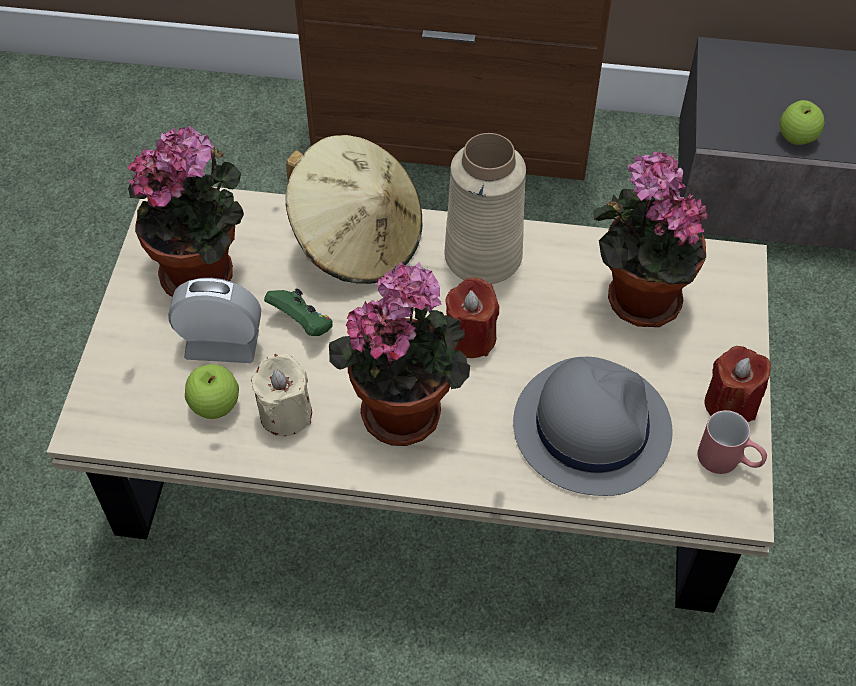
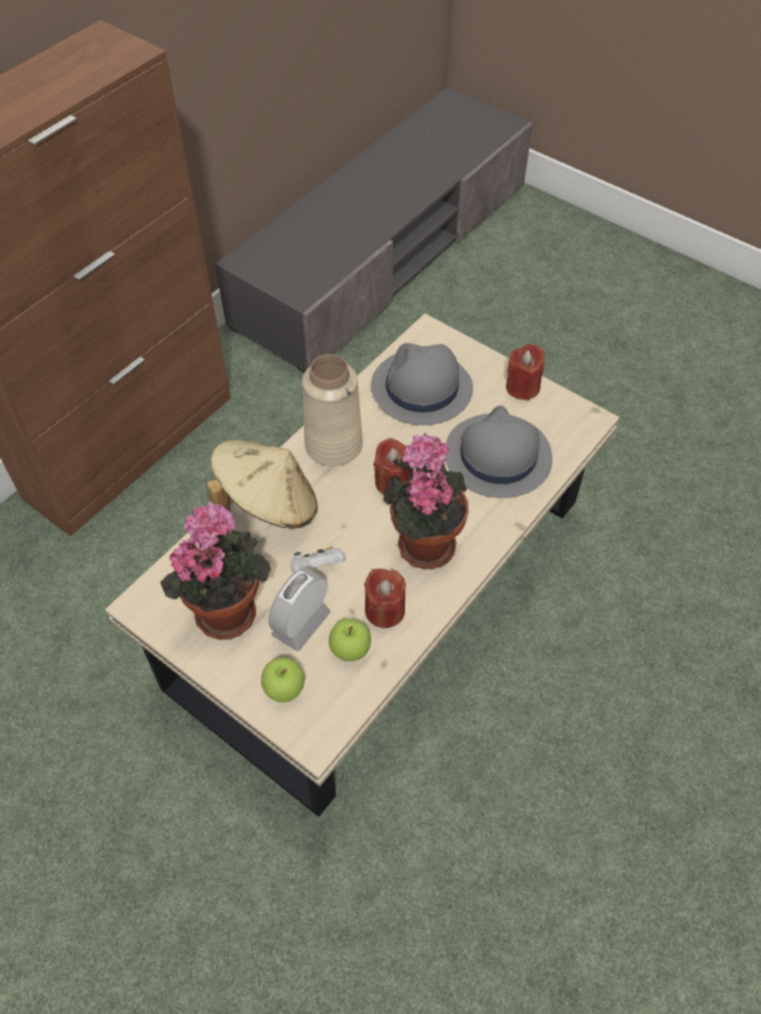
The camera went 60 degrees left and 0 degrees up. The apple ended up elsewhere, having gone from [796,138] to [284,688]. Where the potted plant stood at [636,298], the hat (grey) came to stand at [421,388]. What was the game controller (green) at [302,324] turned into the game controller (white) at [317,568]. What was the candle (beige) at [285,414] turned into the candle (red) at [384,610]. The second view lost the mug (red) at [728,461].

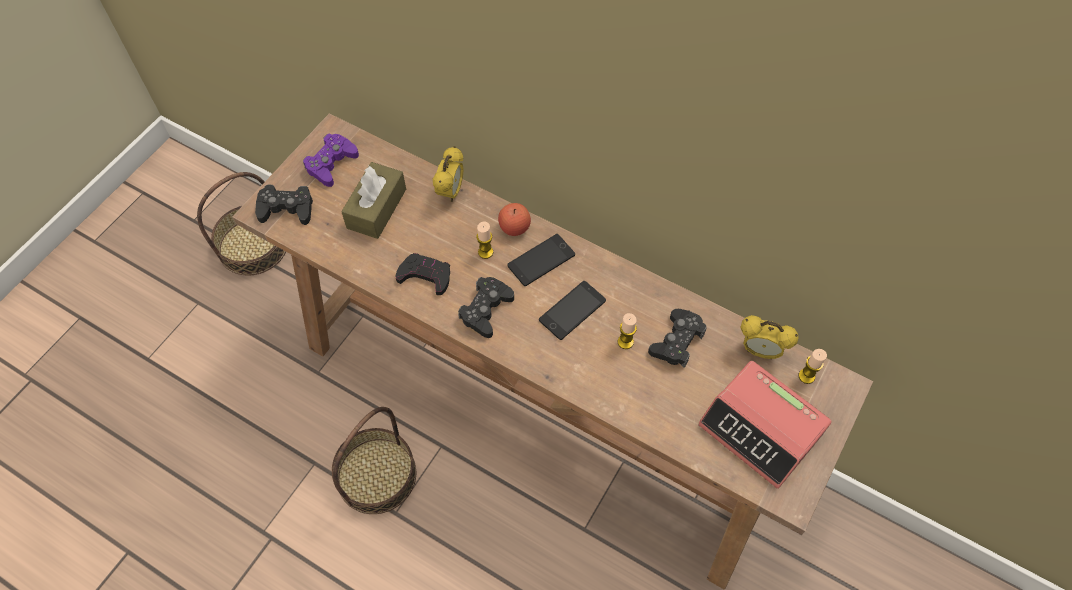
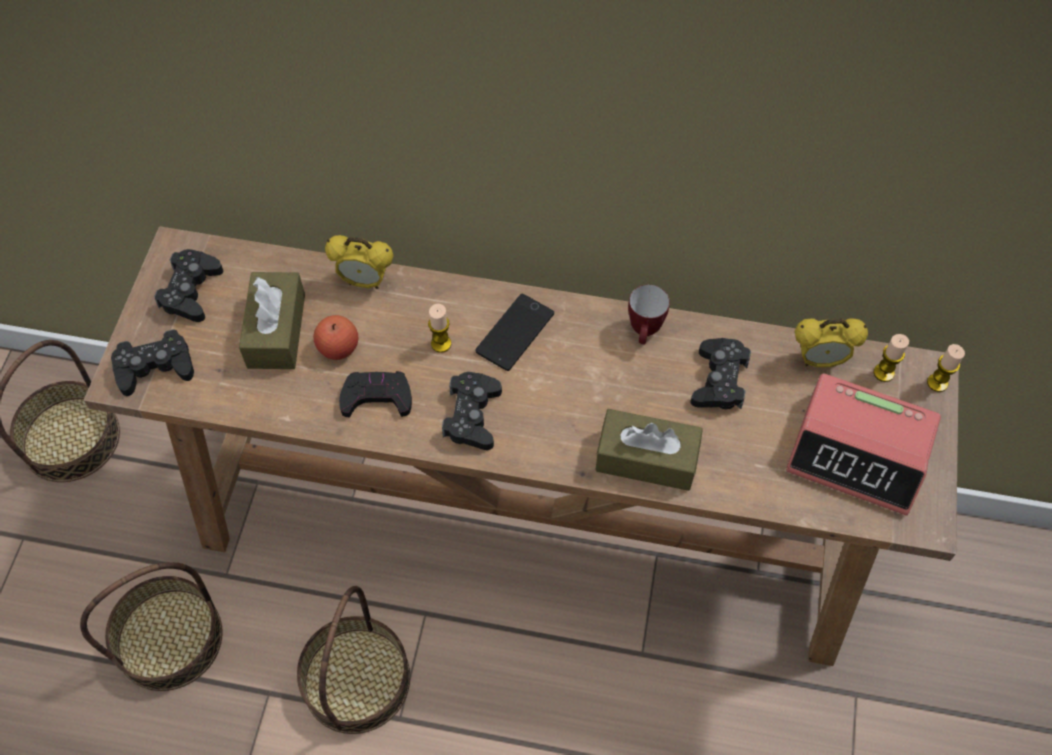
The camera went 20 degrees left and 0 degrees up. What was the game controller (purple) at [331,164] turned into the game controller (black) at [191,291]. The alarm clock at [451,192] ended up facing another way, 105 degrees clockwise from before. The apple ended up elsewhere, having gone from [514,227] to [338,348]. The second view lost the phone at [572,310]. The candle ended up elsewhere, having gone from [625,342] to [937,383]. The second view gained the mug at [644,333]. The second view gained the tissue box (brown) at [646,459]. The second view gained the basket at [169,638].

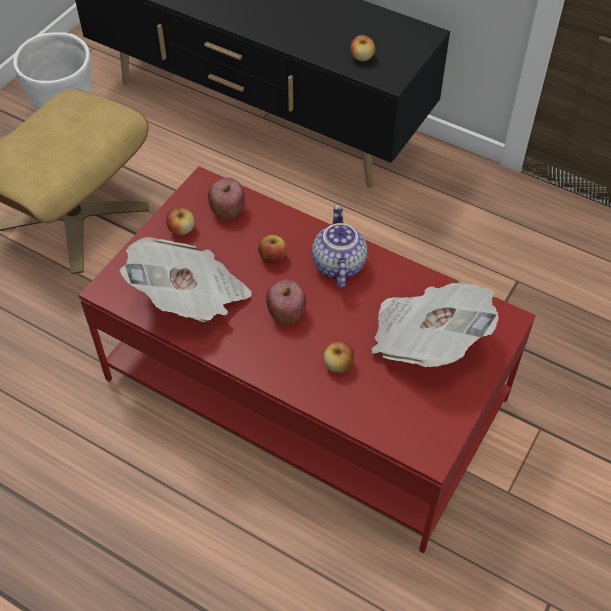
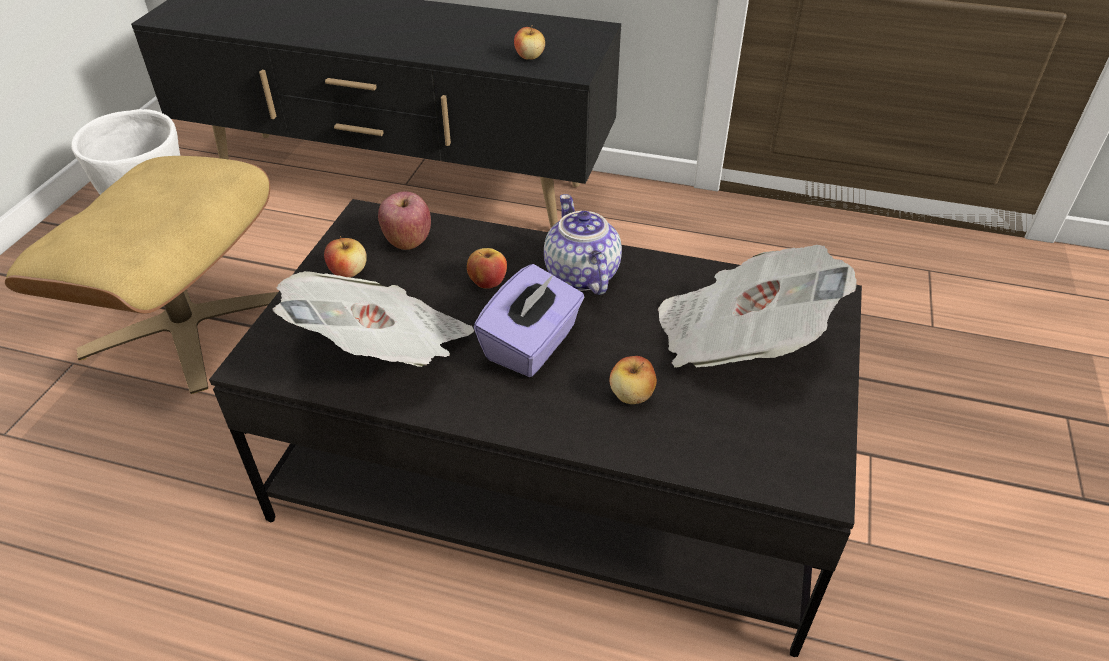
The camera went 15 degrees left and 10 degrees down. What was the coffee table (red) at [304,390] turned into the coffee table (black) at [553,474]. Where the apple stood at [286,313], the tissue box (purple) came to stand at [532,345].

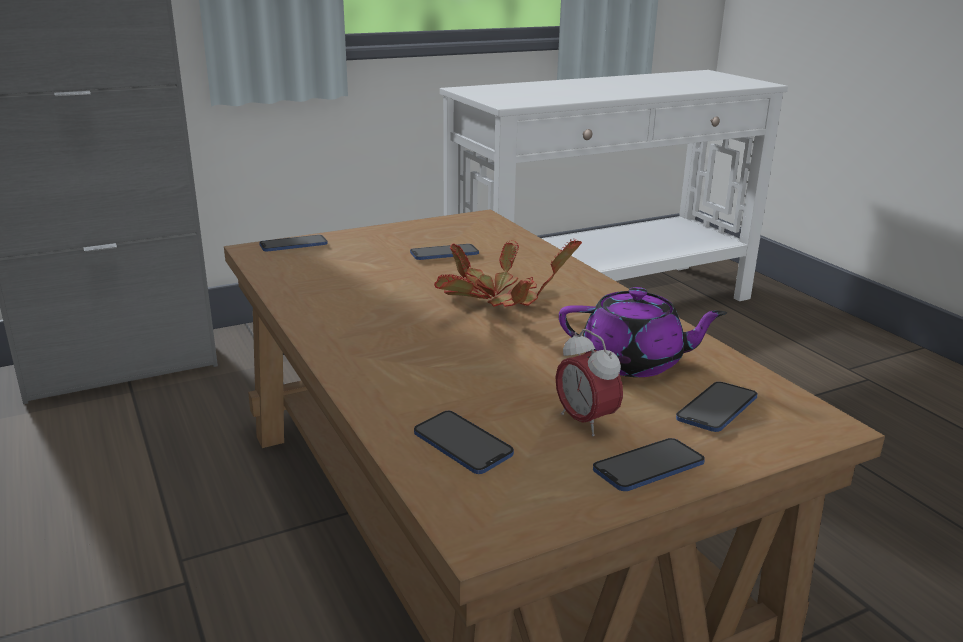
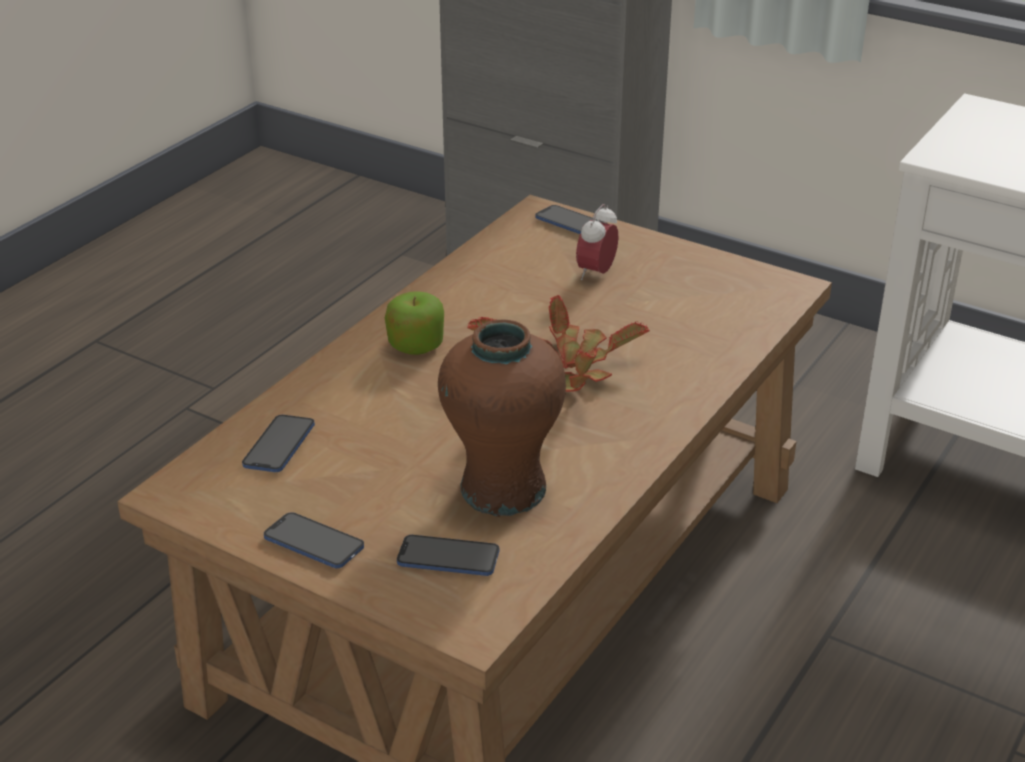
The camera went 60 degrees right and 10 degrees up. The second view lost the phone at [444,254]. Where the teapot (purple) stood at [634,362], the vase (brown) came to stand at [502,489]. The alarm clock ended up elsewhere, having gone from [585,422] to [596,273]. The second view gained the apple at [416,345].

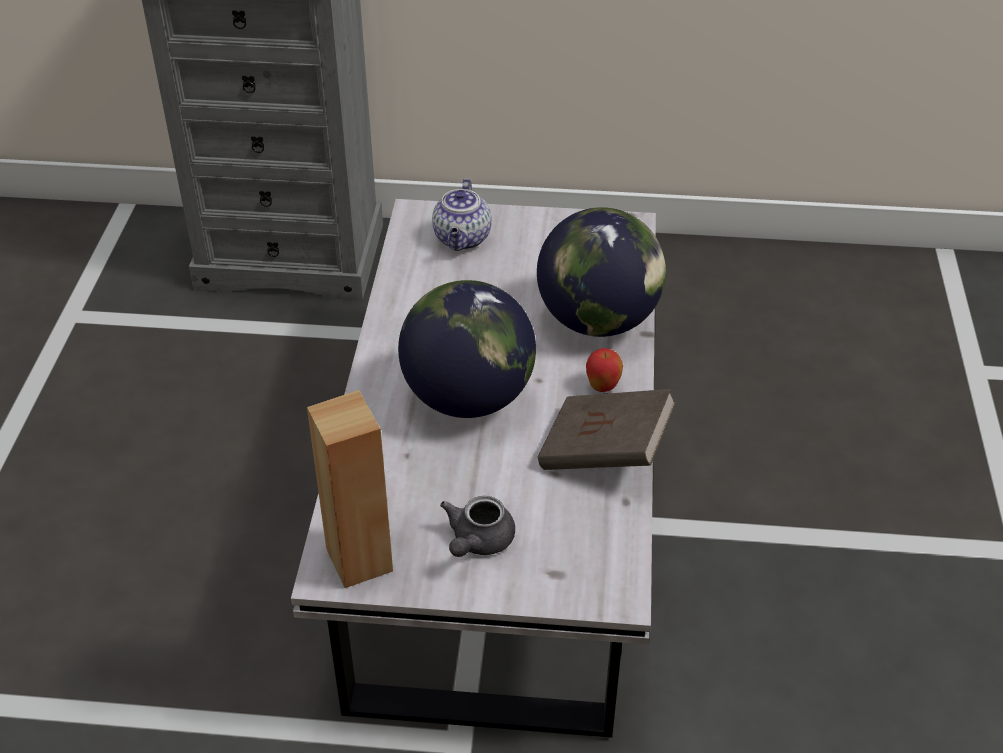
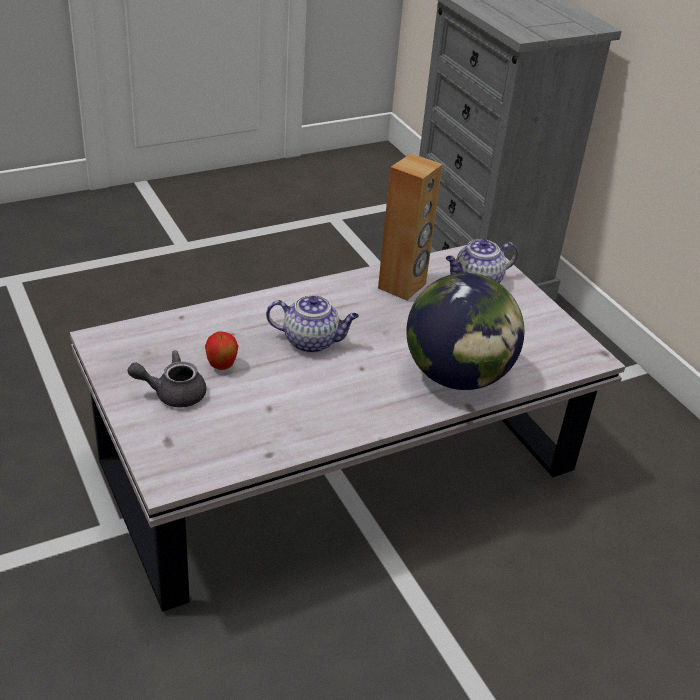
The camera went 55 degrees right and 5 degrees down. Where the globe stood at [468,398], the teapot came to stand at [312,341]. The apple ended up elsewhere, having gone from [603,387] to [221,366]. The second view lost the book (brown) at [604,453]. The speaker (brown) ended up elsewhere, having gone from [360,559] to [402,286].

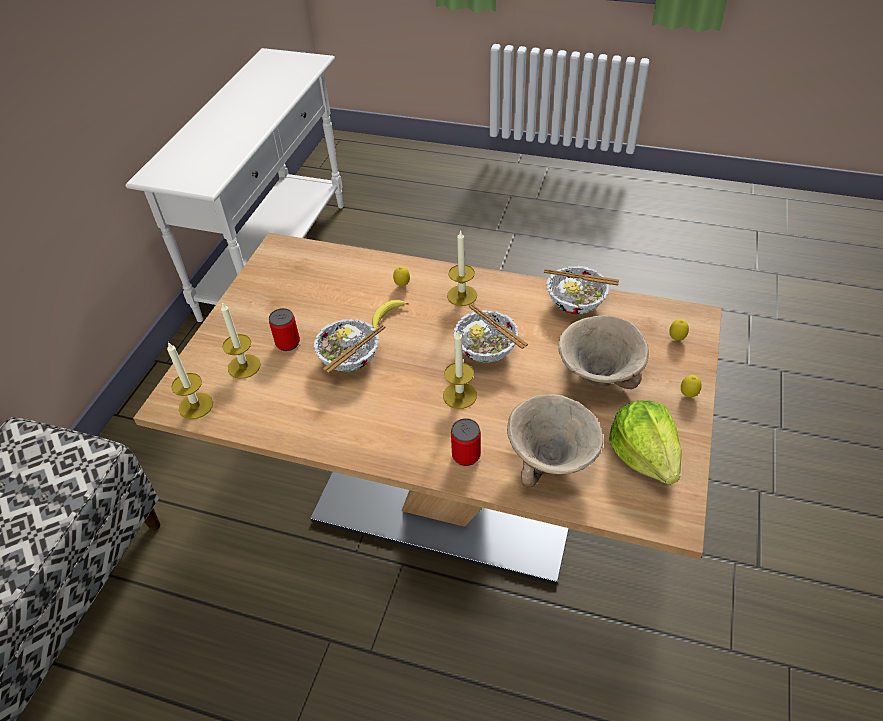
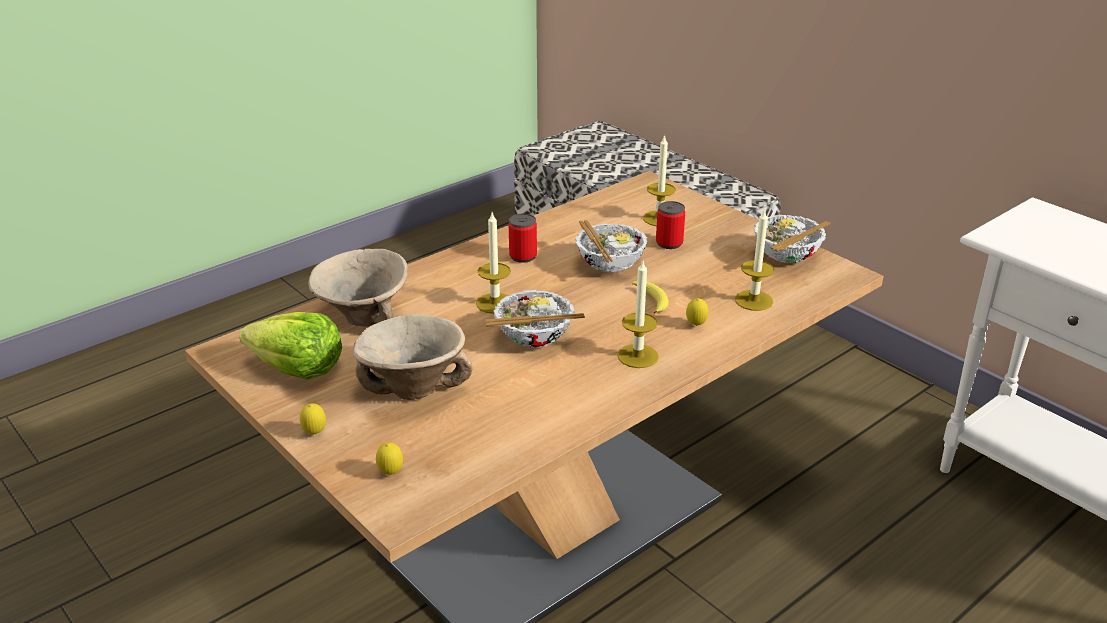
The camera went 120 degrees right and 15 degrees down. The bowl ended up elsewhere, having gone from [575,304] to [787,256]. The candle ended up elsewhere, having gone from [196,405] to [753,300]. The can ended up elsewhere, having gone from [466,455] to [523,256].

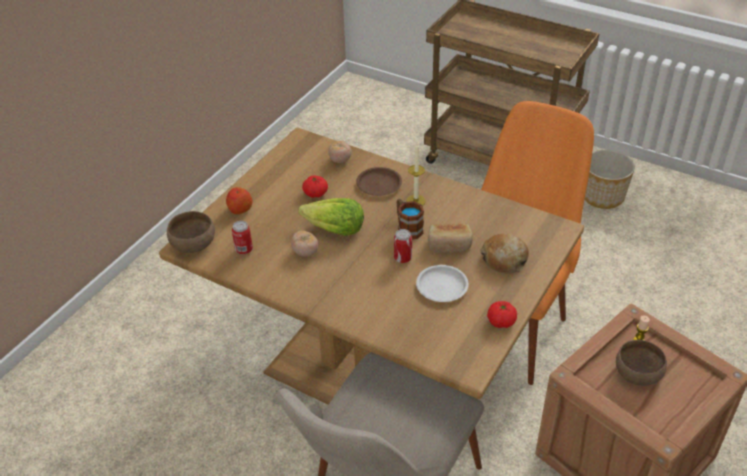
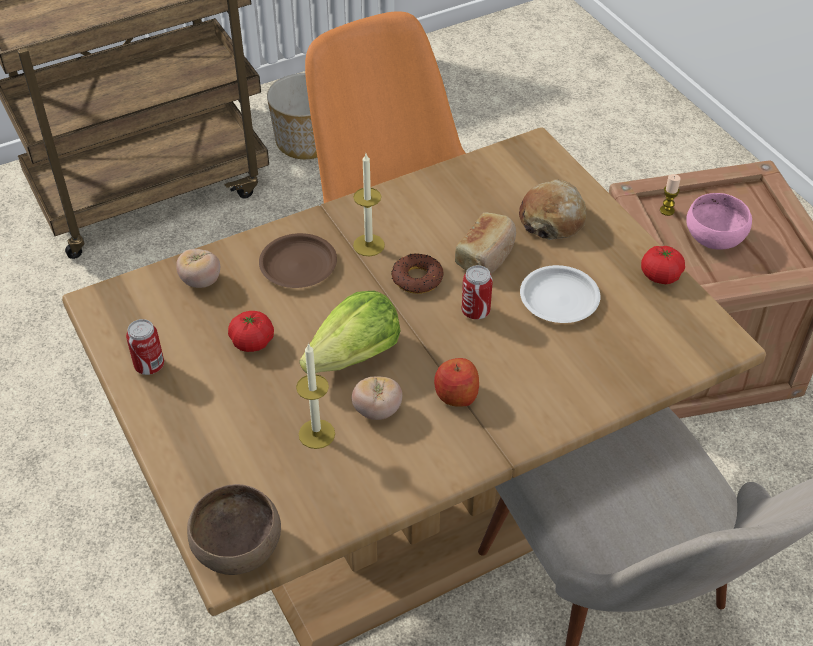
The camera went 60 degrees left and 5 degrees up. The apple ended up elsewhere, having gone from [240,209] to [456,395]. Where the mug stood at [407,228], the donut came to stand at [417,278]. The can ended up elsewhere, having gone from [244,250] to [149,366]. What was the bowl (brown) at [637,373] turned into the bowl (pink) at [712,237]. The second view gained the candle at [316,434].

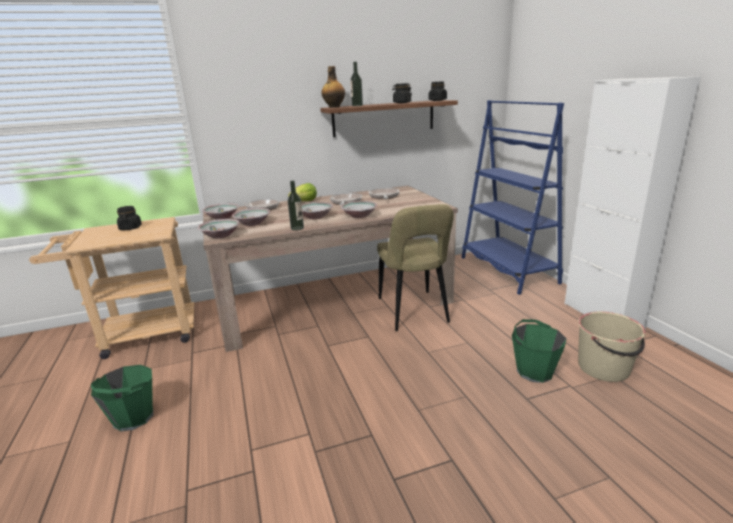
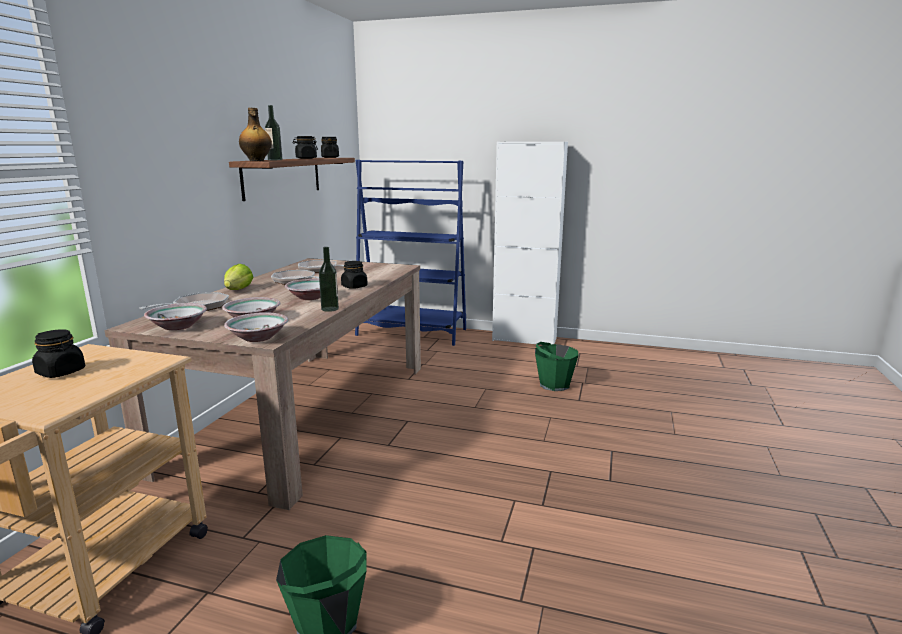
The camera went 55 degrees left and 5 degrees down. Where the bowl stood at [359,215], the jar (black) came to stand at [354,286]. The second view lost the chair (beige) at [413,312]. The second view lost the bucket (beige) at [604,368].

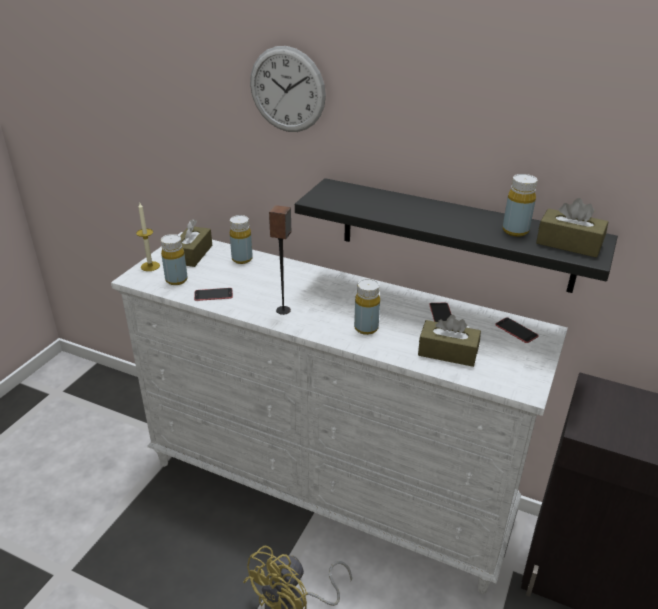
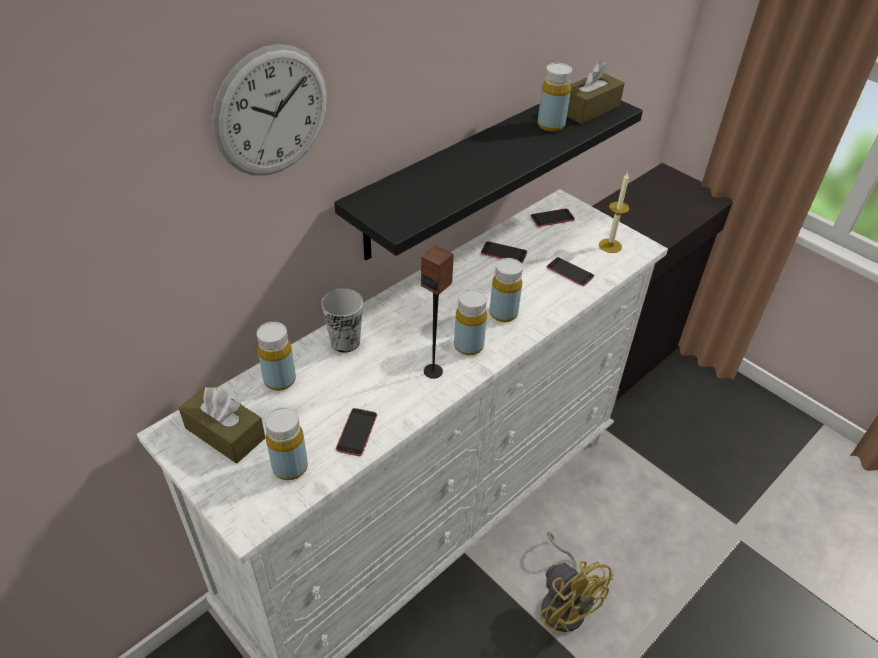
The camera went 70 degrees left and 10 degrees up. The candle ended up elsewhere, having gone from [150,266] to [610,245]. Where the tissue box (brown) stood at [448,352], the phone came to stand at [570,272]. The second view gained the cup at [345,342]. The second view gained the bottle (yellow) at [468,346].

